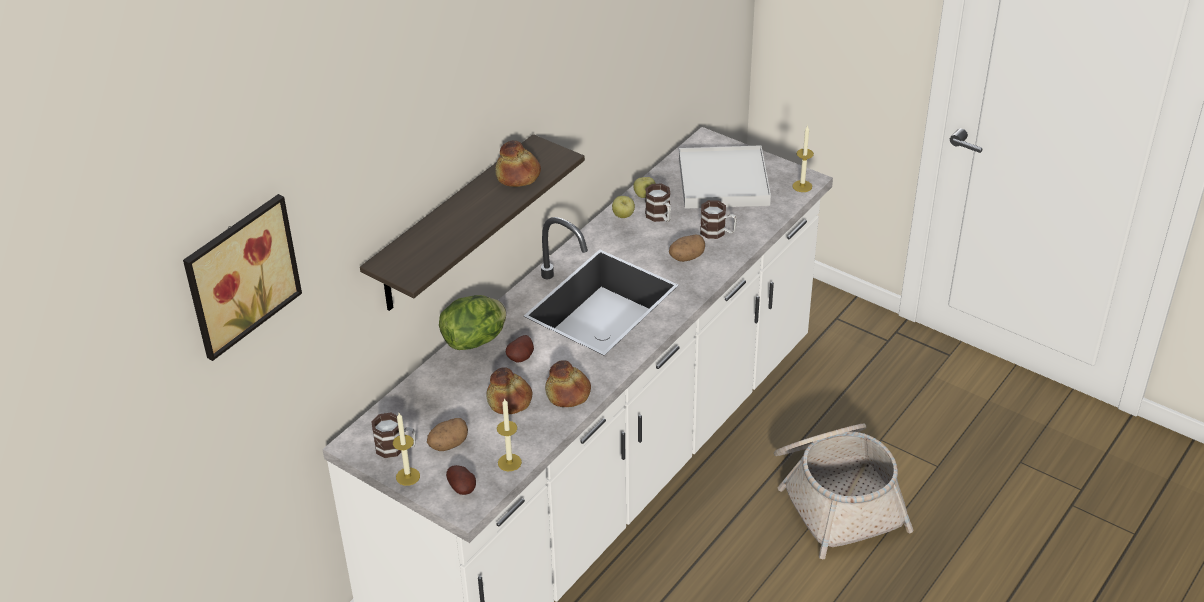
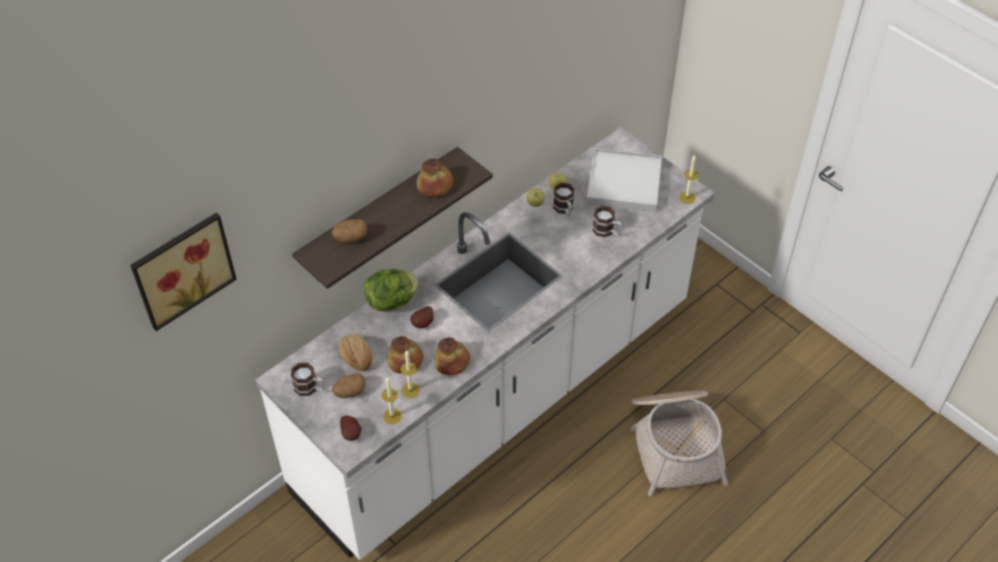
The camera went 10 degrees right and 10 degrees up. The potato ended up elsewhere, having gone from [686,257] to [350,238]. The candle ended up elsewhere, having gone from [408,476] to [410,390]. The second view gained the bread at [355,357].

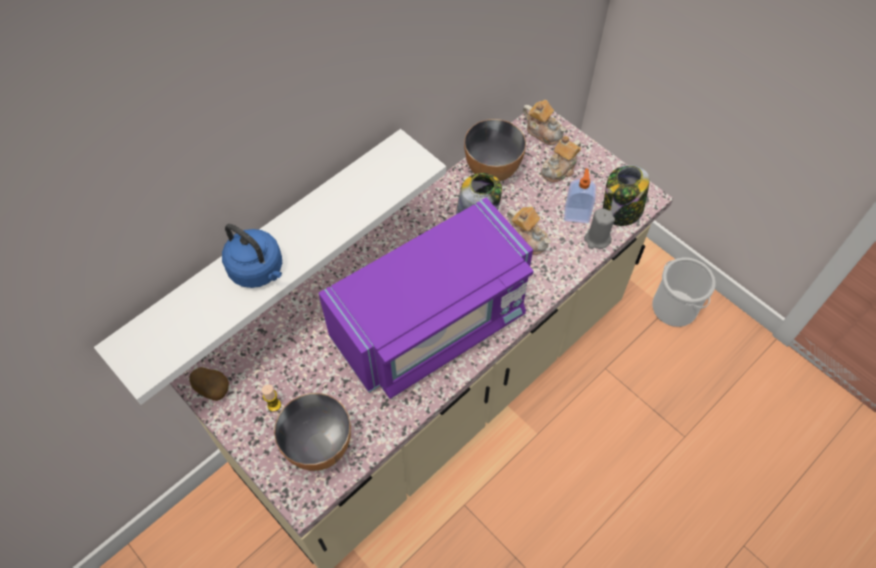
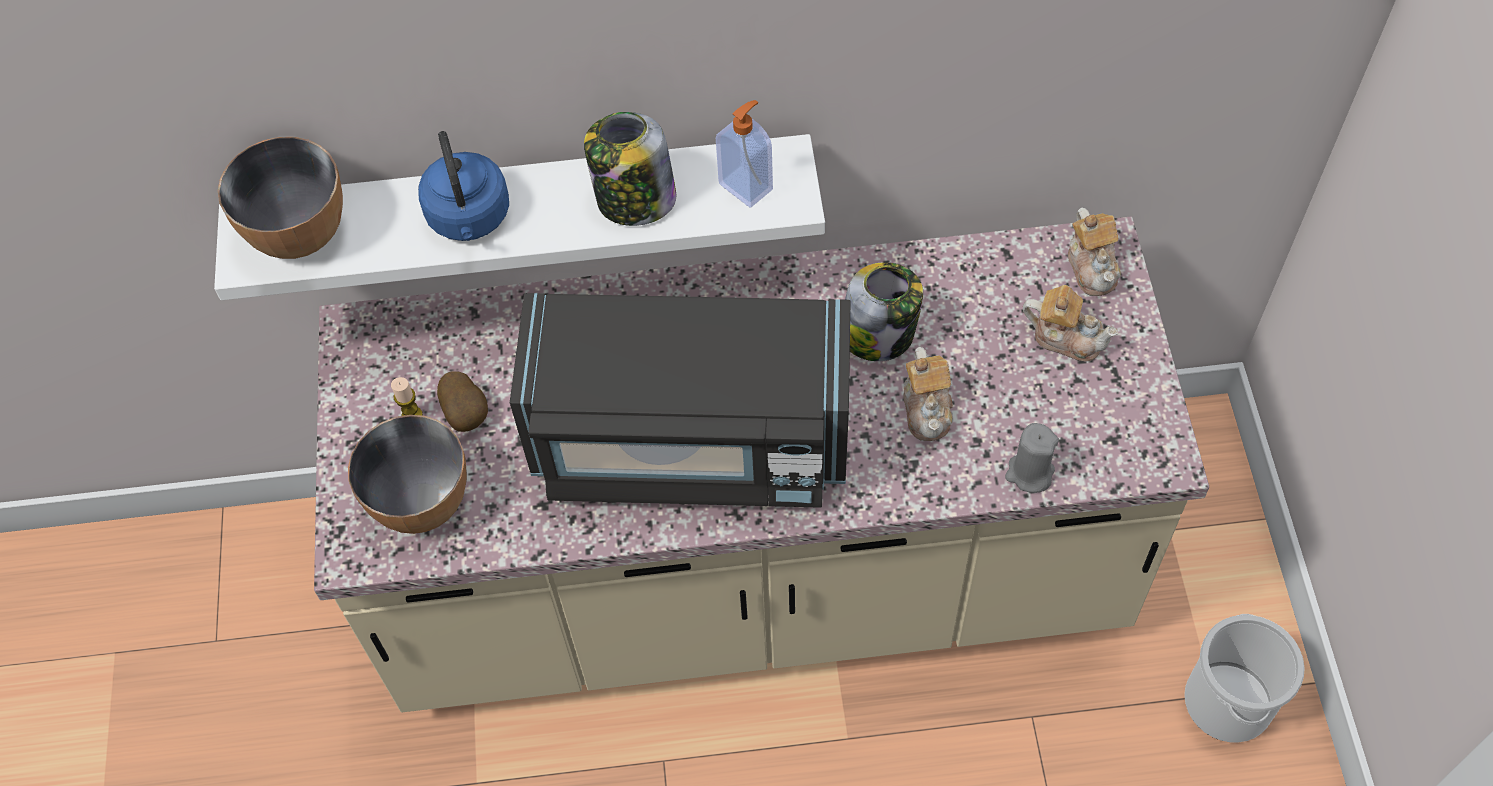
The camera went 40 degrees right and 0 degrees up. The bowl ended up elsewhere, having gone from [492,169] to [298,232]. The teapot at [559,169] ended up facing another way, 150 degrees counterclockwise from before. The jar ended up elsewhere, having gone from [621,211] to [634,200]. The soap dispenser ended up elsewhere, having gone from [576,214] to [747,186]. What was the microwave (purple) at [431,324] turned into the microwave (black) at [690,441]. The potato ended up elsewhere, having gone from [214,389] to [467,414].

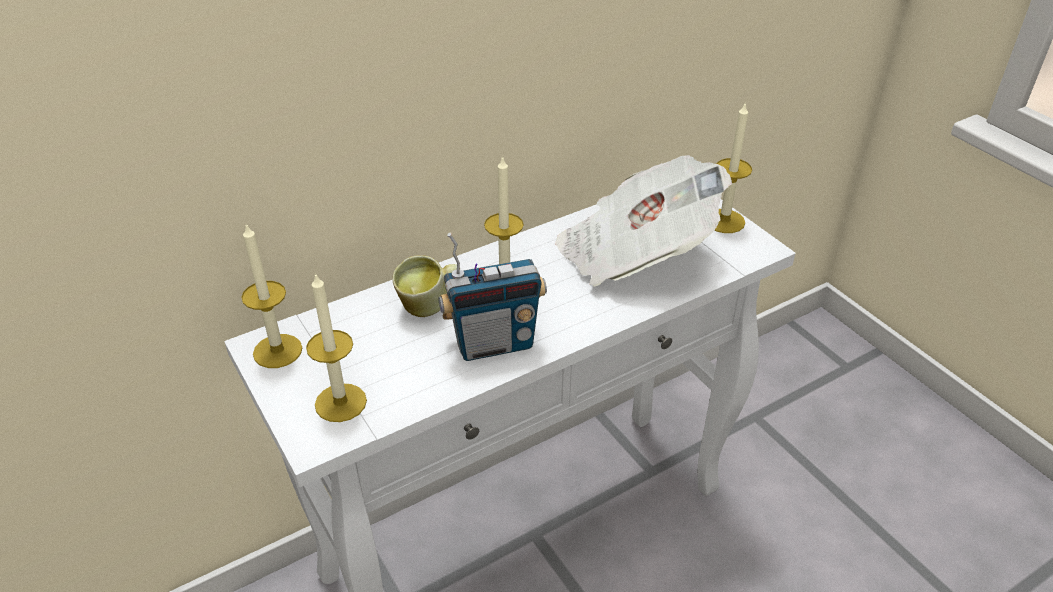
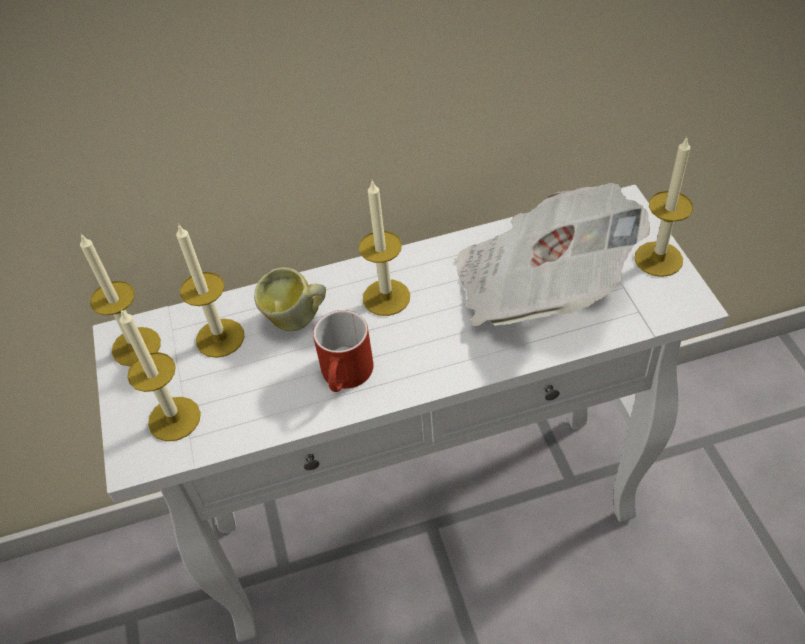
The camera went 20 degrees right and 10 degrees up. Where the radio stood at [494,344], the mug (red) came to stand at [347,377]. The second view gained the candle at [220,338].

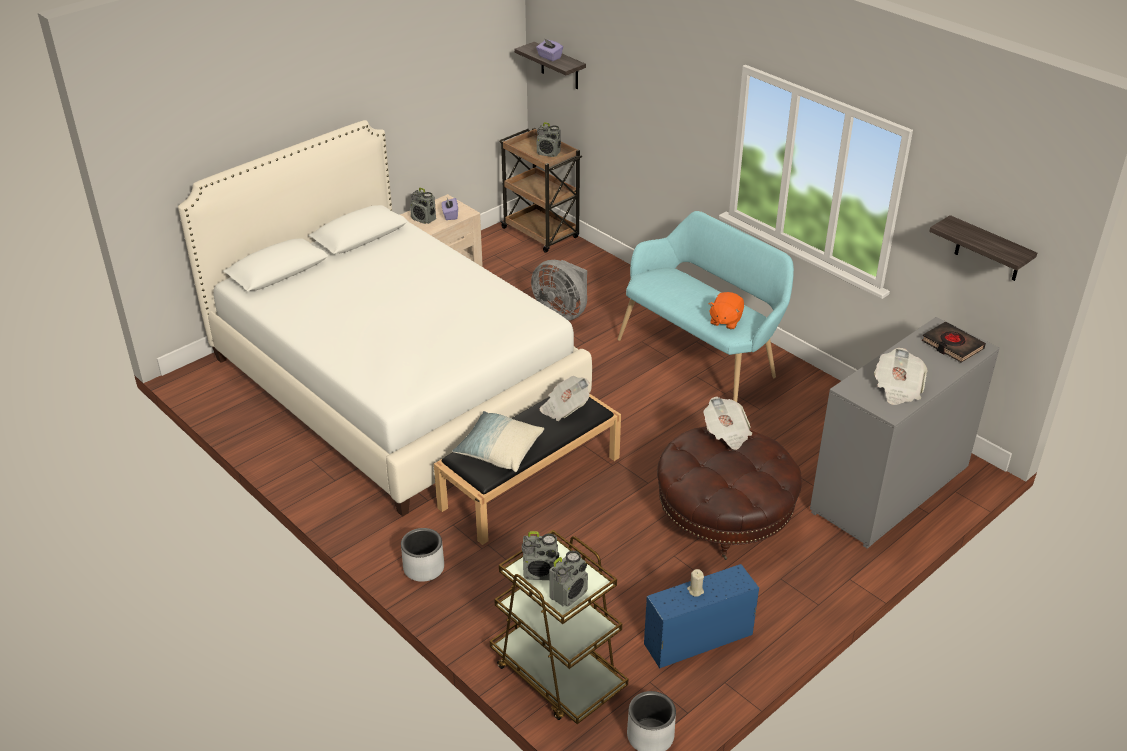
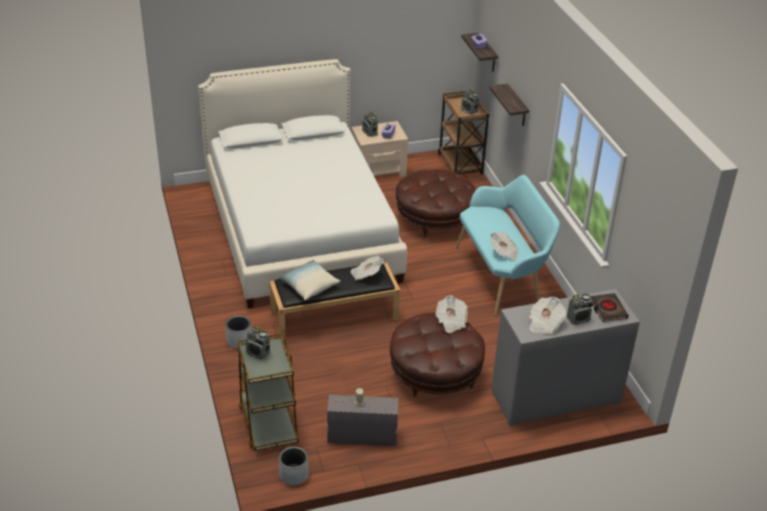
The camera went 25 degrees right and 0 degrees up. The shelf ended up elsewhere, having gone from [988,250] to [517,106]. Where the fan (grey) stood at [562,312], the ottoman (brown) came to stand at [434,219]. Where the plush toy (orange) stood at [725,321], the newspaper came to stand at [504,253]. The radio ended up elsewhere, having gone from [569,594] to [578,319]. What was the storage box (blue) at [696,639] turned into the storage box (grey) at [361,436].

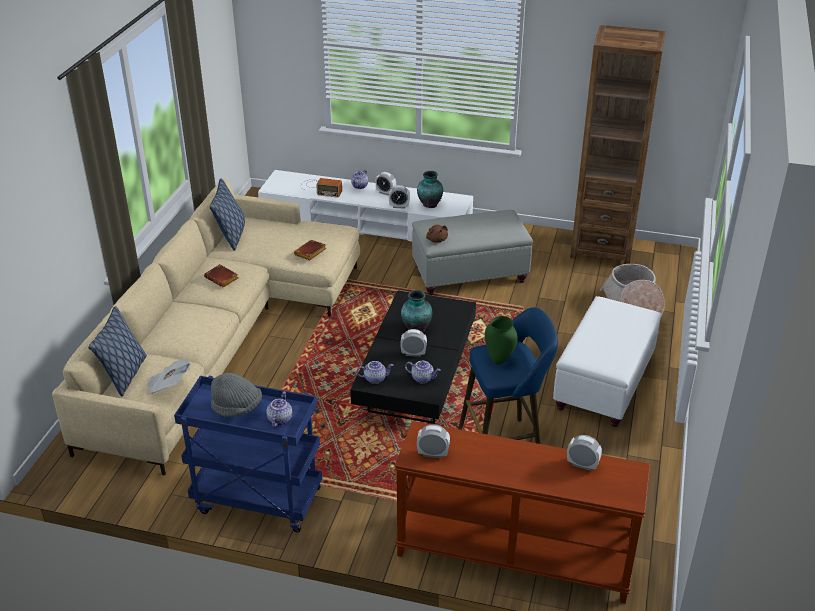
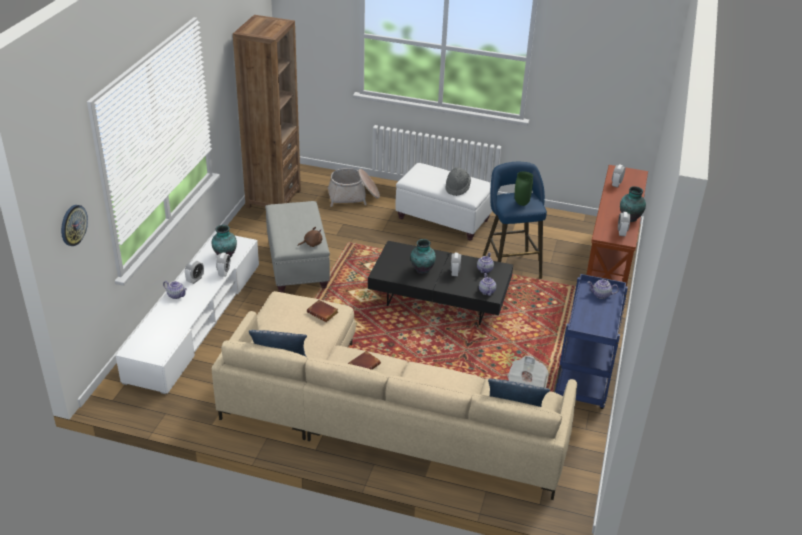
The camera went 90 degrees left and 0 degrees up. The second view lost the radio at [320,188]. The hat (grey) ended up elsewhere, having gone from [237,408] to [457,188]. The second view gained the vase at [630,218]. The second view gained the wall clock at [73,225].

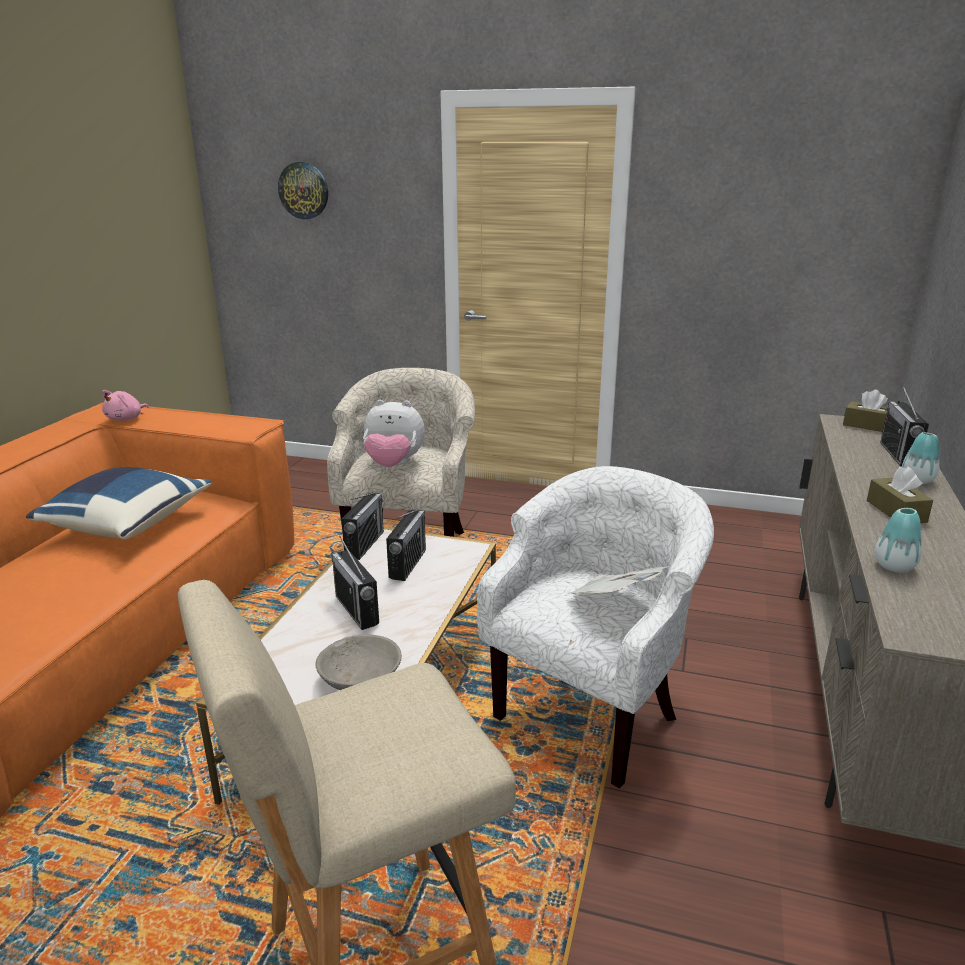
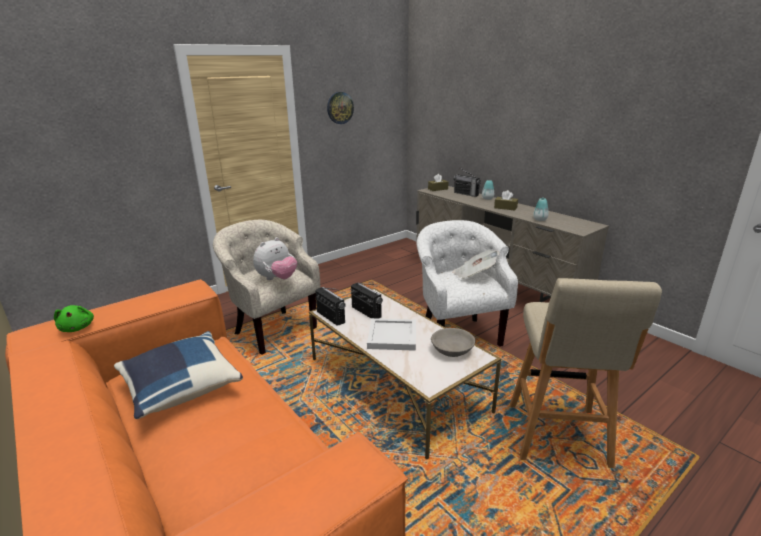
The camera went 55 degrees left and 0 degrees up. The wall clock ended up elsewhere, having gone from [303,190] to [340,108]. What was the plush toy (pink) at [126,419] turned into the plush toy (green) at [77,328]. Where the radio stood at [356,610], the tray (white) came to stand at [393,336].

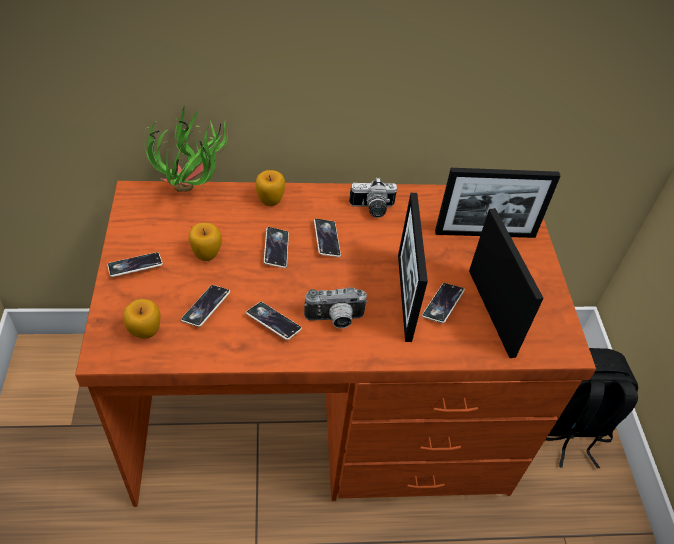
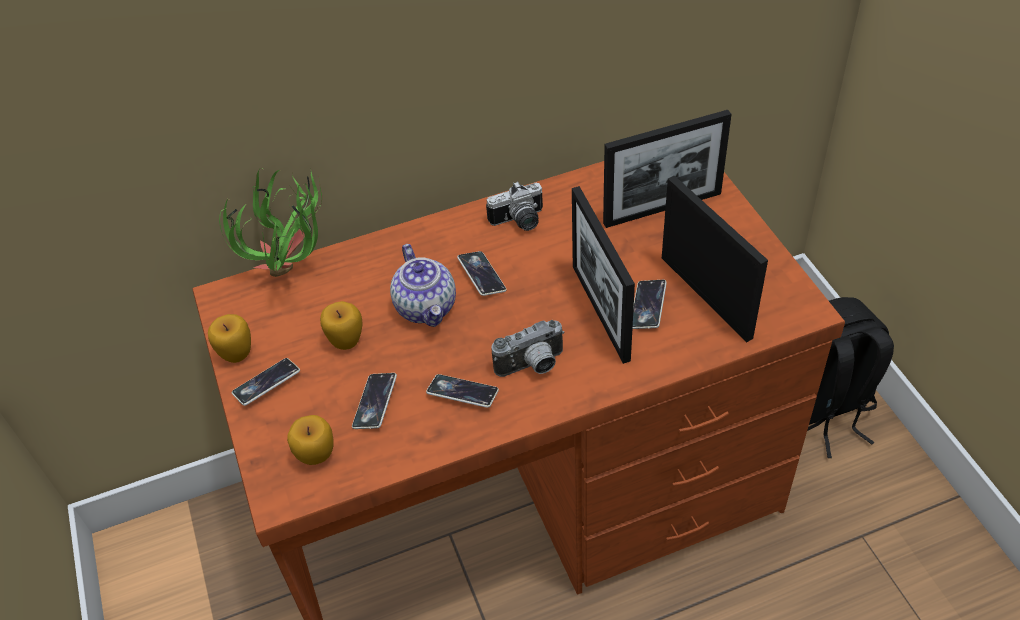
The camera went 10 degrees left and 0 degrees up. The apple ended up elsewhere, having gone from [270,200] to [237,353]. Where the phone stood at [276,249], the teapot came to stand at [427,307].

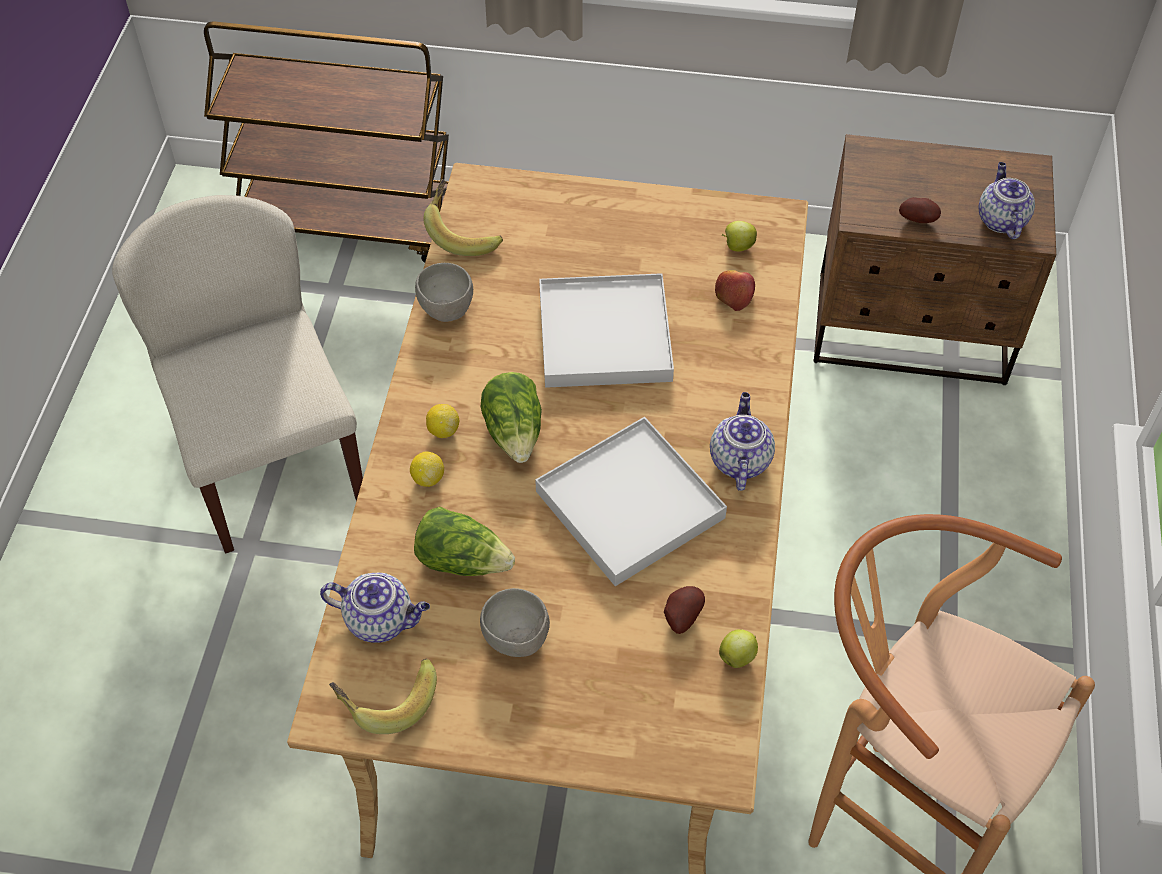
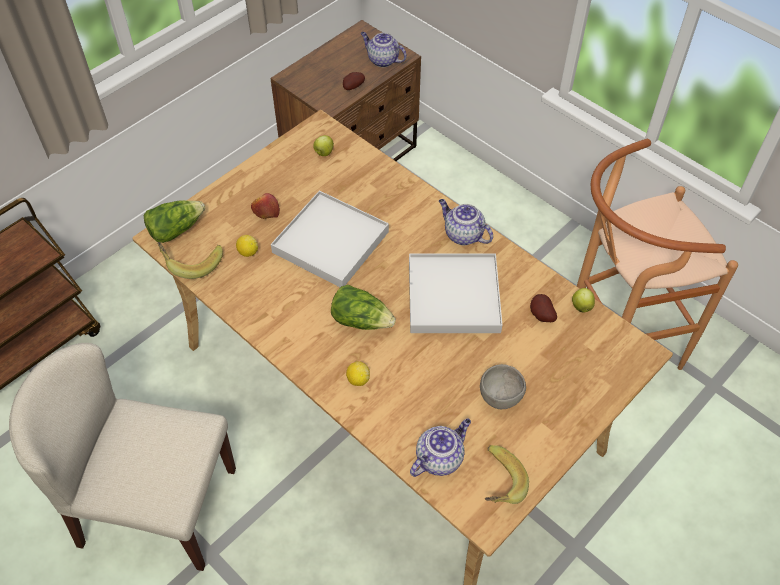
The camera went 55 degrees left and 0 degrees up. The second view lost the bowl (grey) at [445,309]. The apple ended up elsewhere, having gone from [734,294] to [265,211]. The lemon ended up elsewhere, having gone from [443,430] to [248,252]. The lettuce ended up elsewhere, having gone from [462,559] to [176,229].

